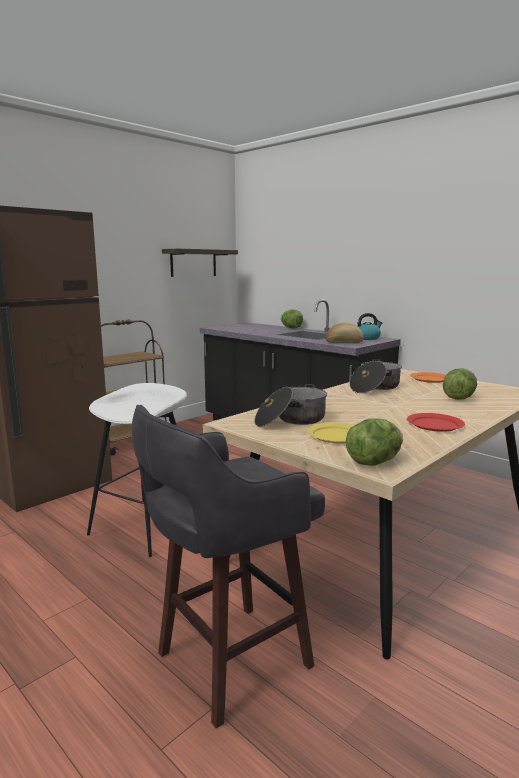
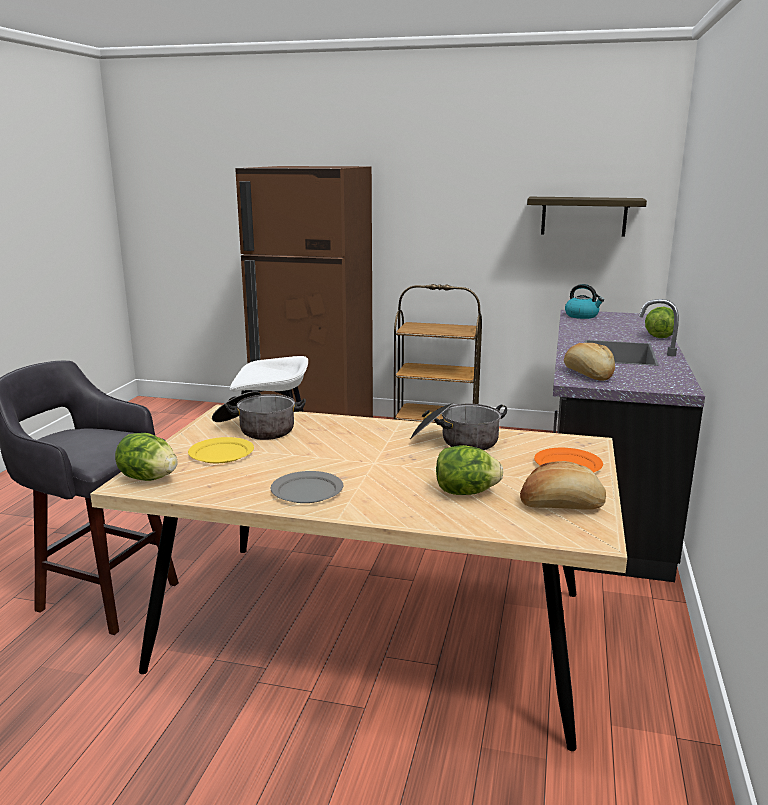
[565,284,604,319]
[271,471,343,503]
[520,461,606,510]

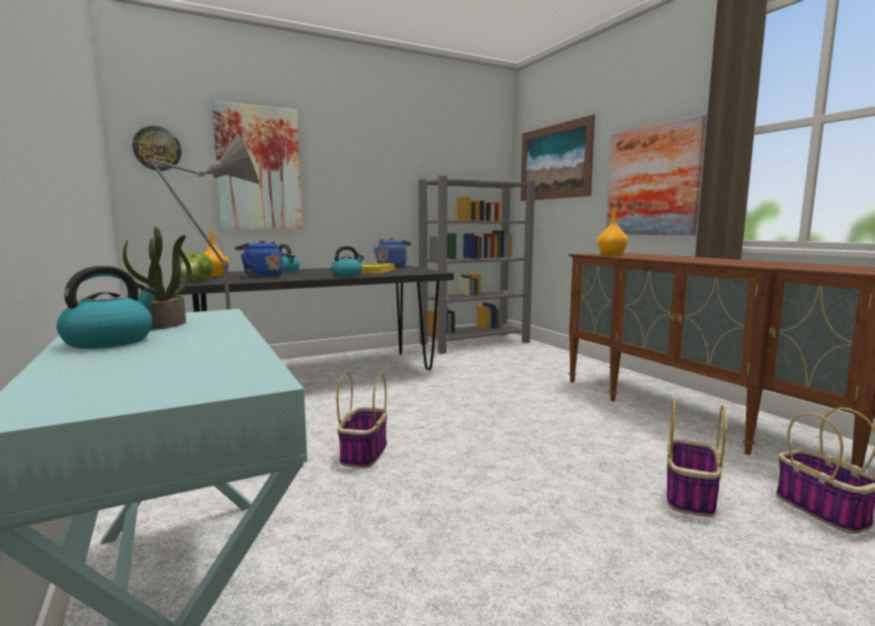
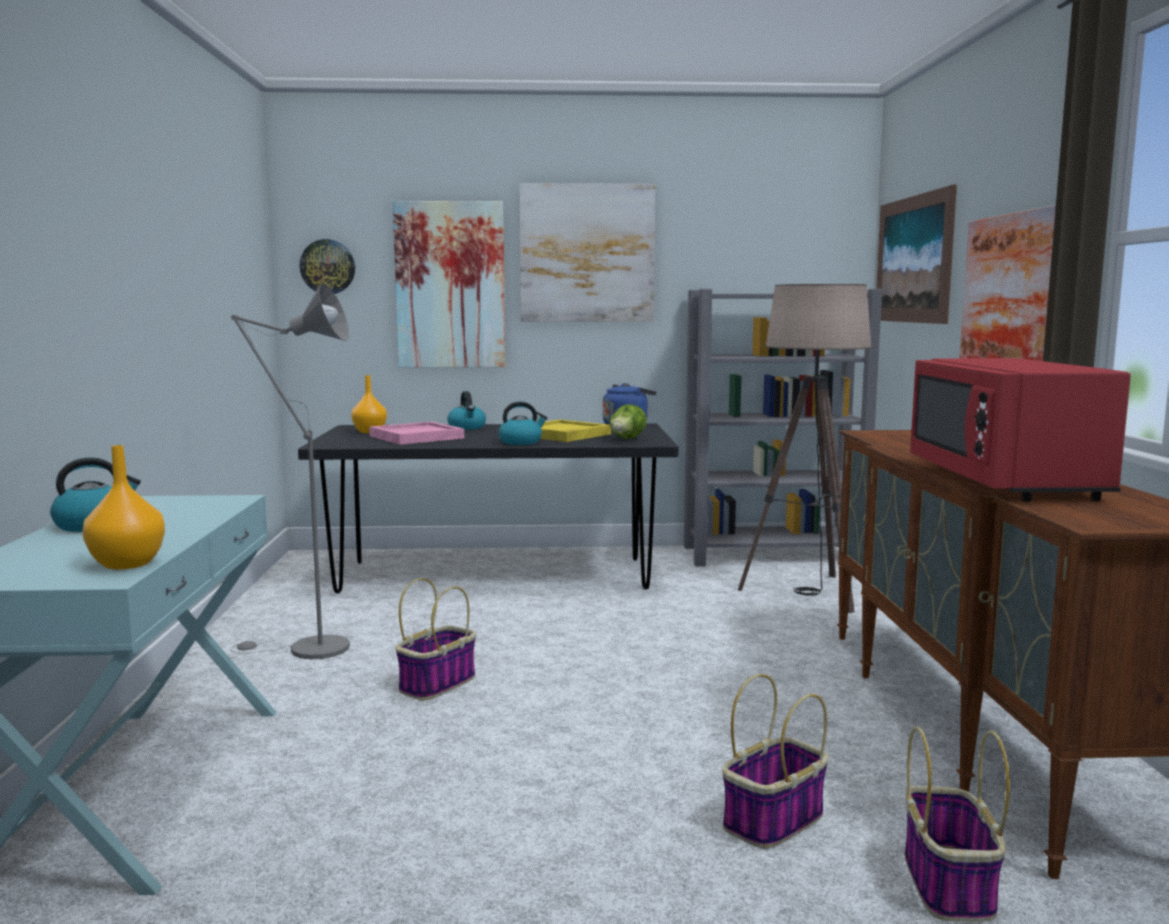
[123,227,192,330] (first image)
[609,404,647,439]
[369,421,464,445]
[82,445,165,570]
[519,183,655,322]
[738,284,872,613]
[910,358,1131,501]

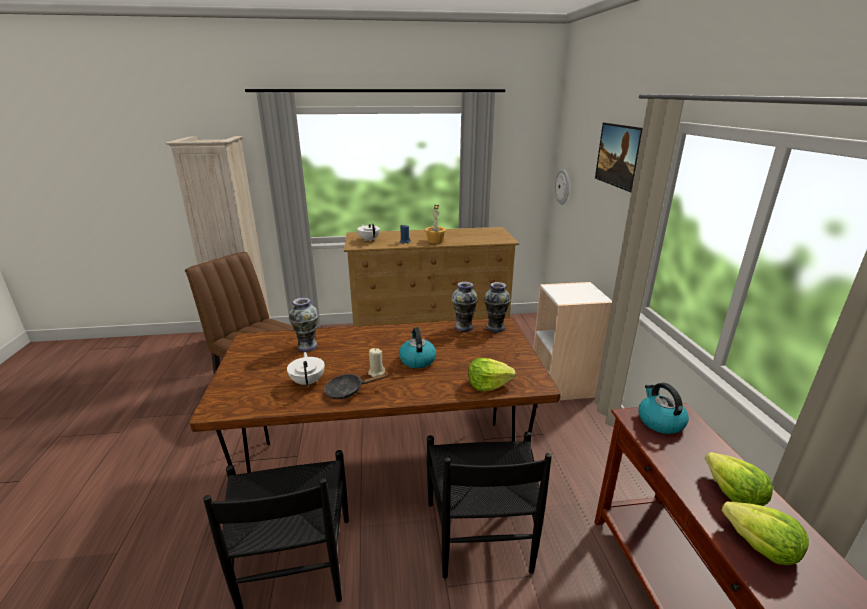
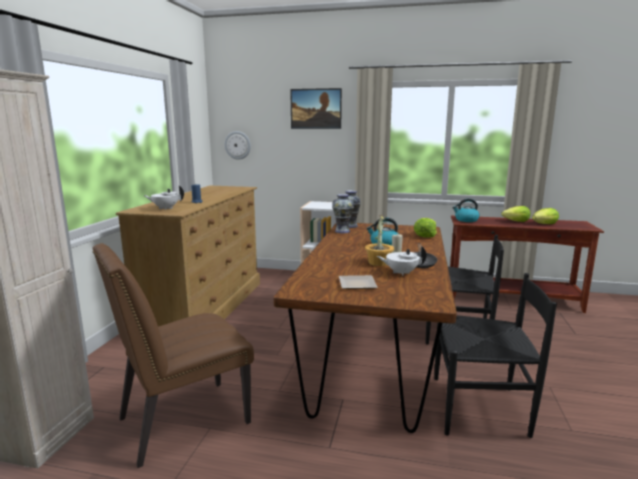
[289,298,319,352] (first image)
[365,215,394,266]
[339,275,378,289]

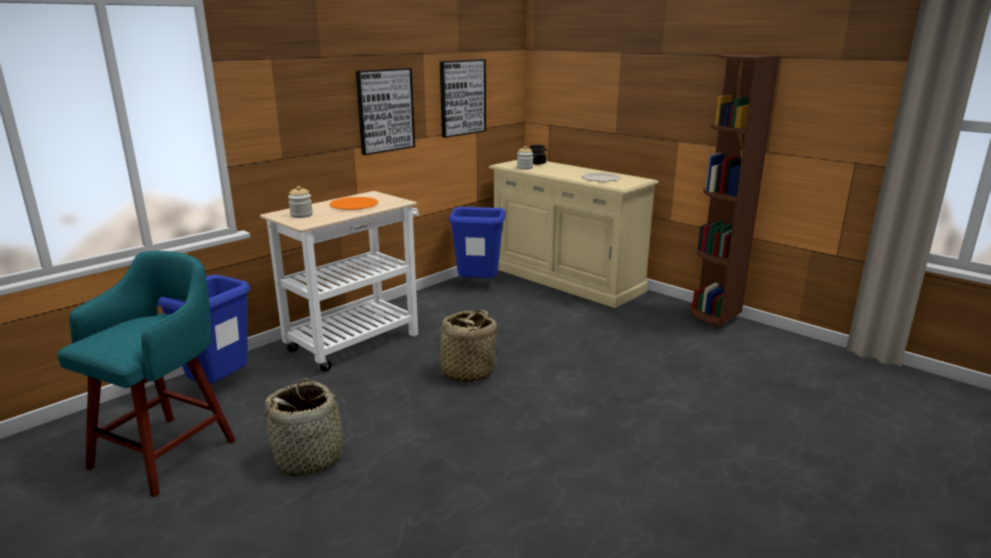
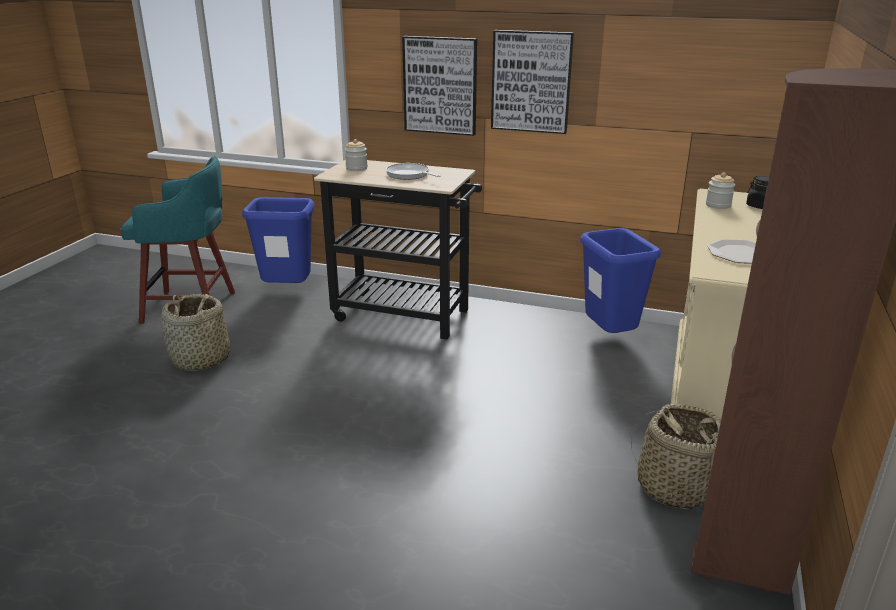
[314,160,482,340]
[386,163,441,180]
[631,404,721,509]
[402,36,477,136]

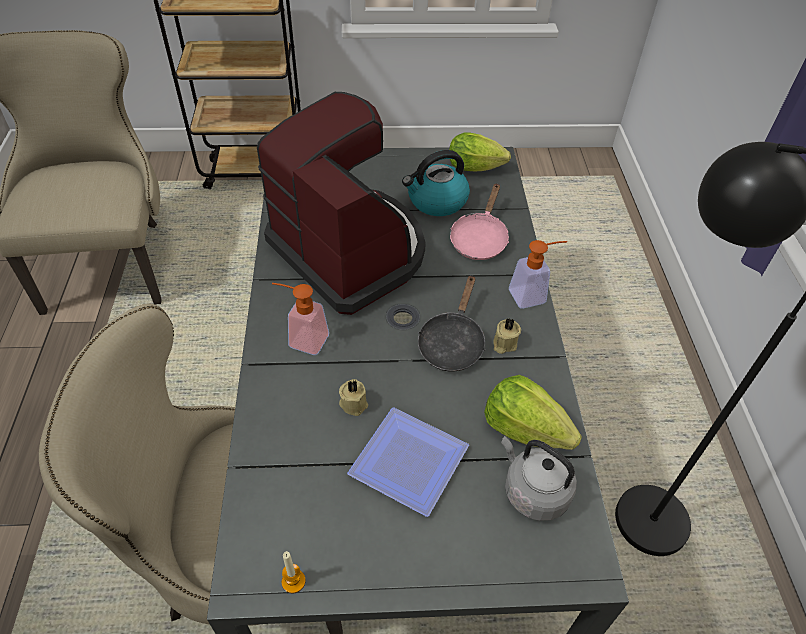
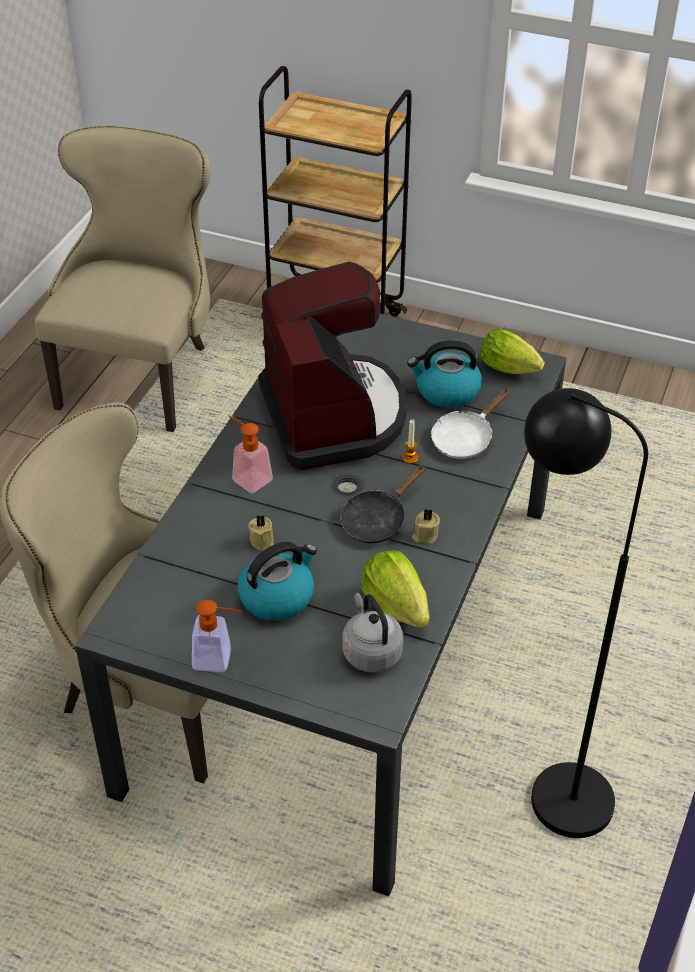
[402,420,419,464]
[237,541,317,621]
[431,388,510,459]
[192,600,242,672]

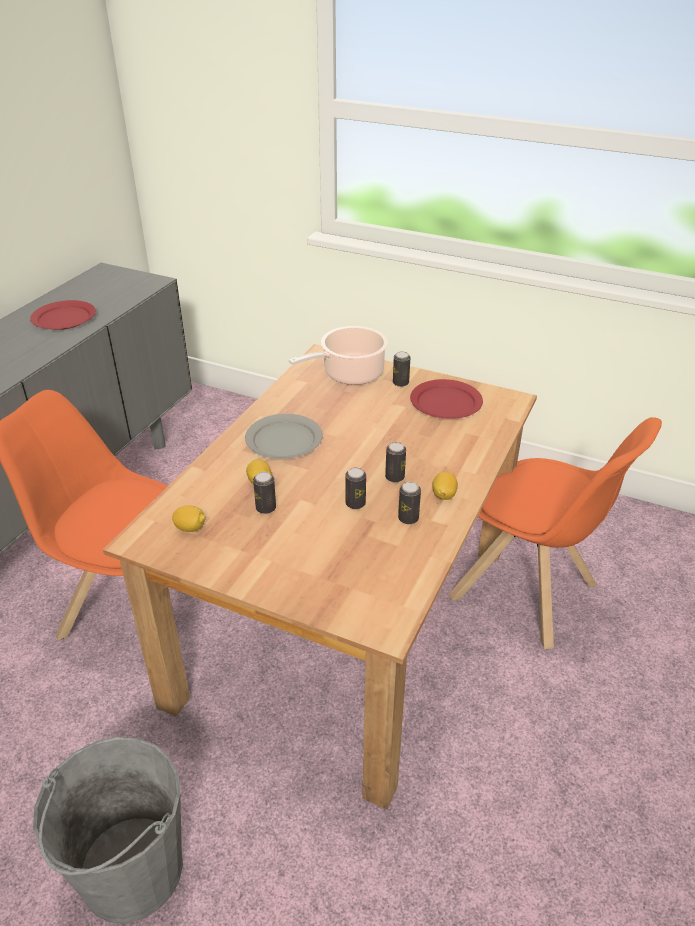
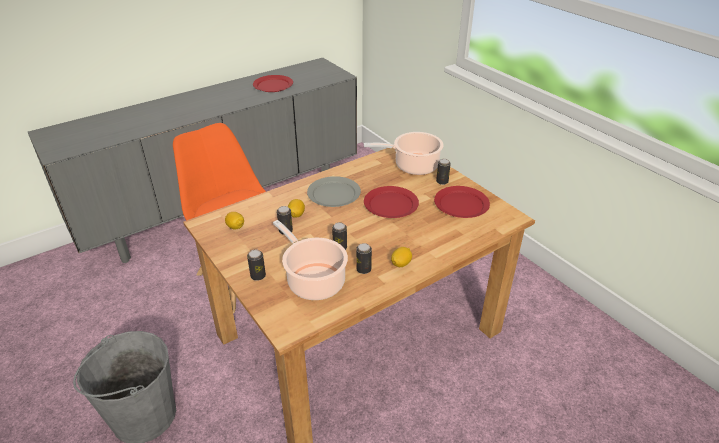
[247,249,266,281]
[449,417,662,649] (first image)
[273,220,348,300]
[364,186,419,218]

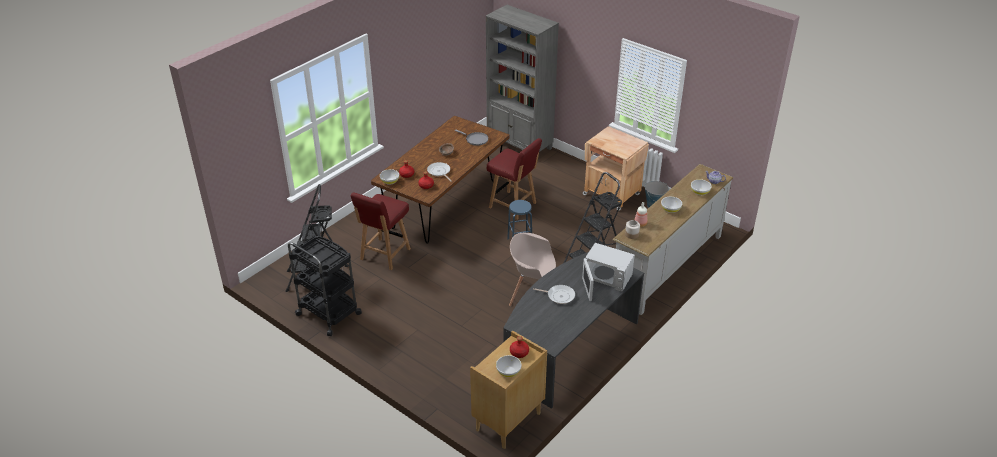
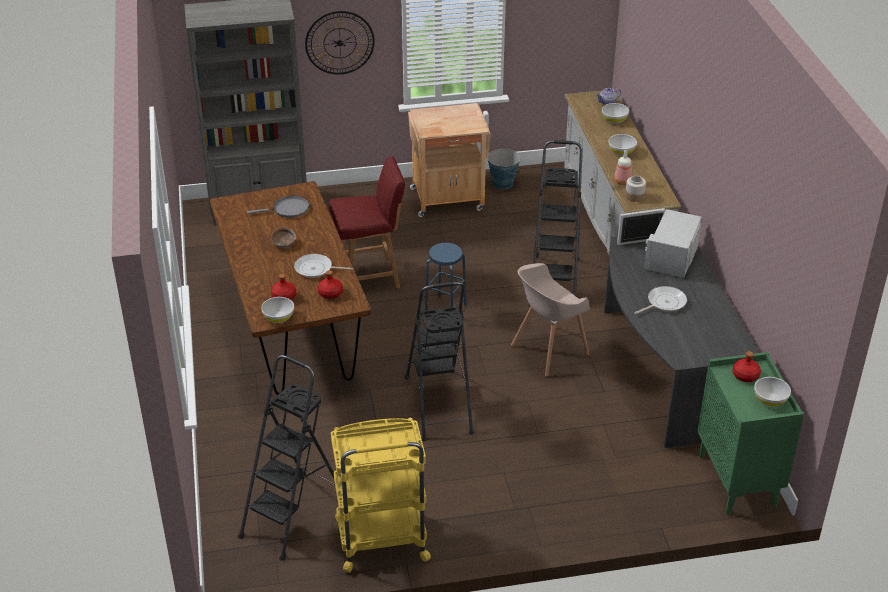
[331,418,431,573]
[350,192,411,270] (first image)
[697,352,804,515]
[617,208,702,278]
[305,11,375,75]
[405,282,475,441]

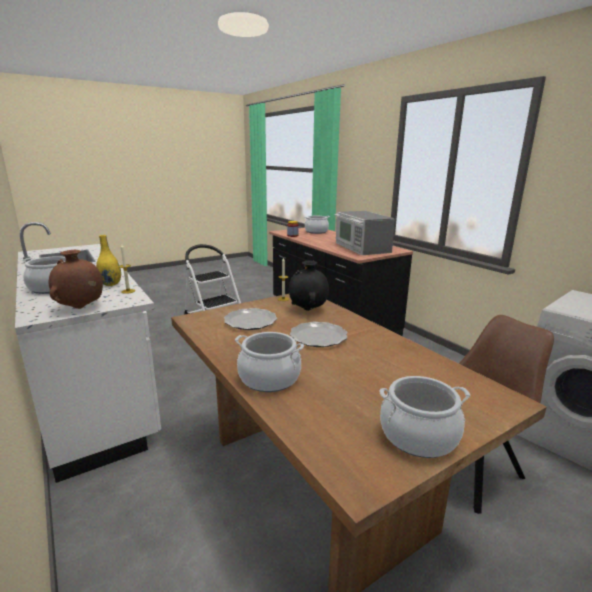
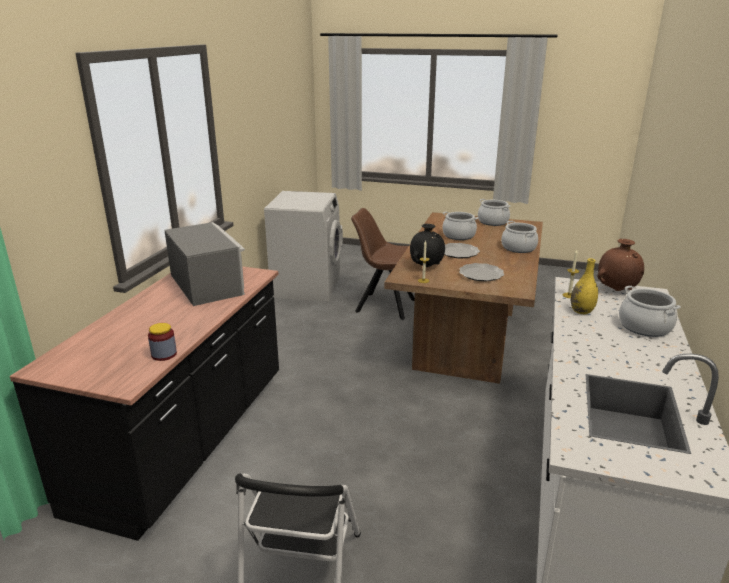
[442,212,478,240]
[164,222,245,306]

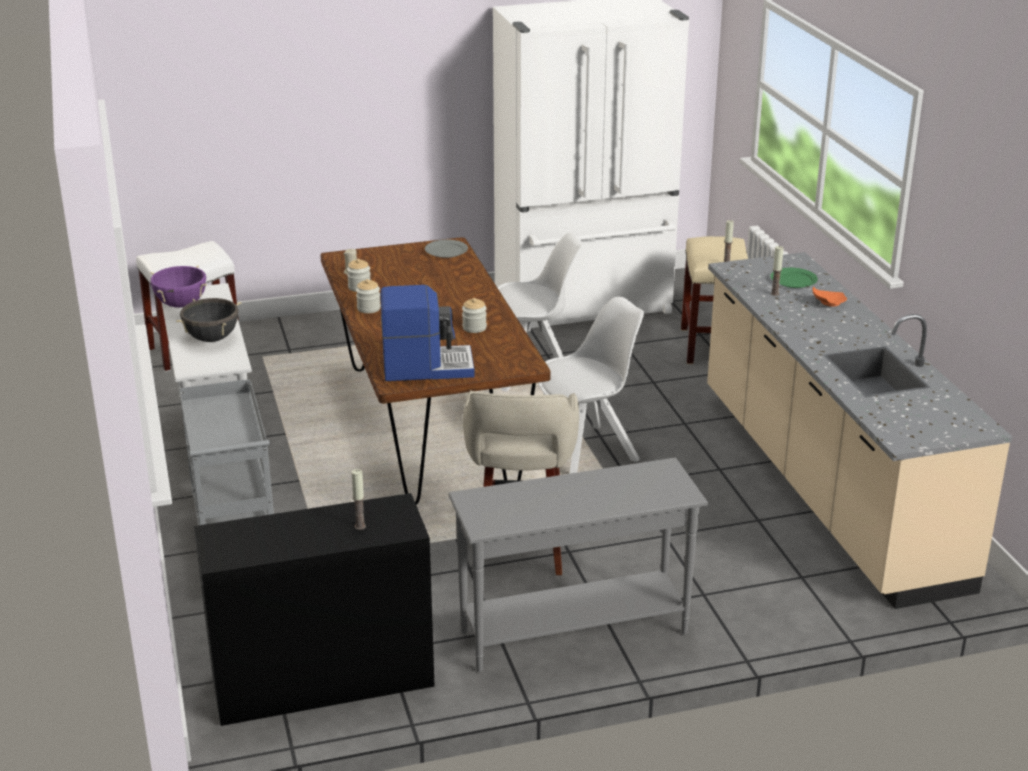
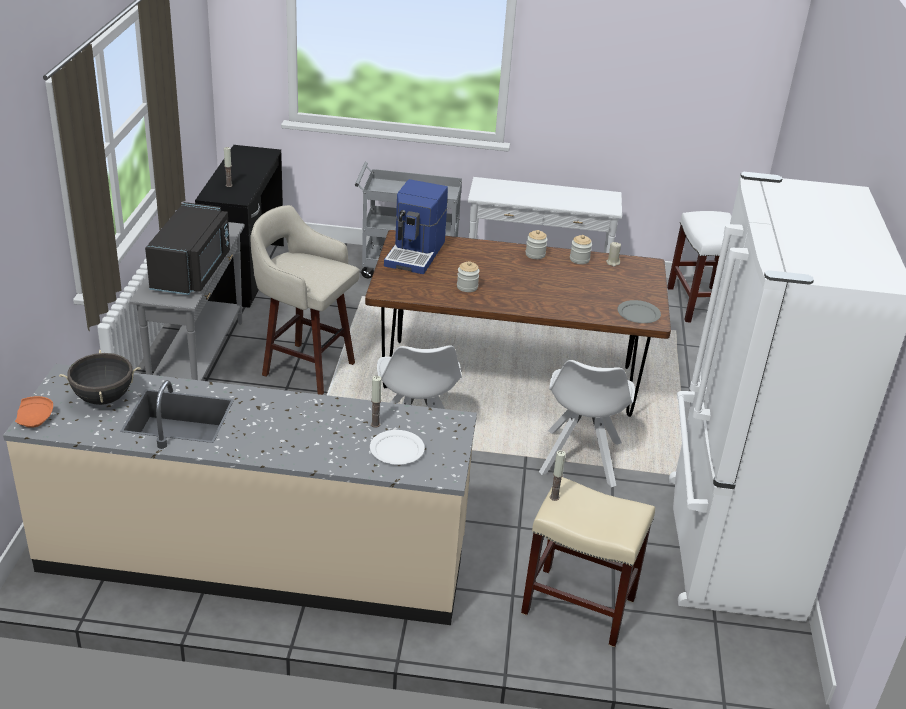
[150,265,207,308] (first image)
[59,350,140,405]
[370,430,425,465]
[15,396,53,428]
[145,202,230,295]

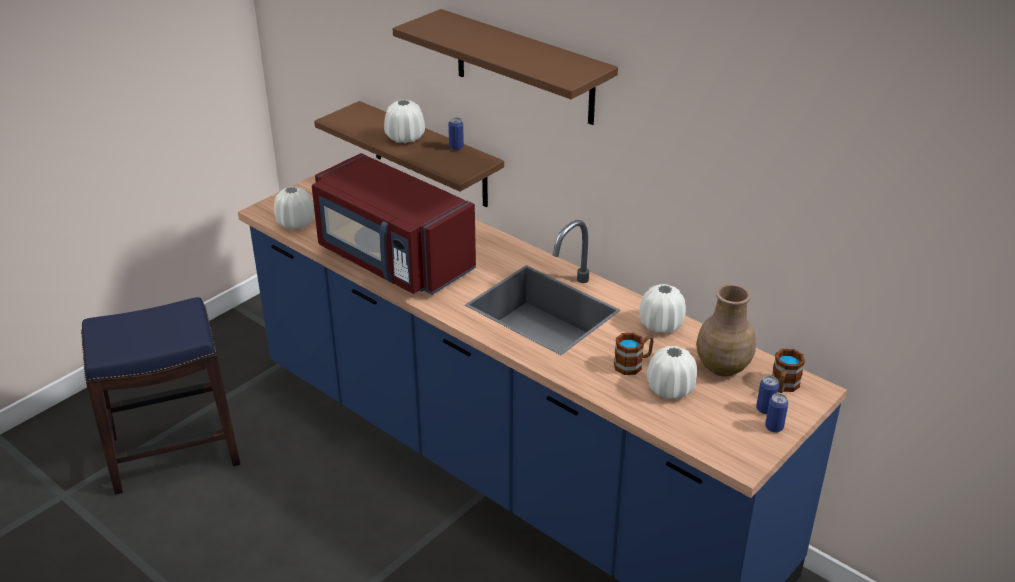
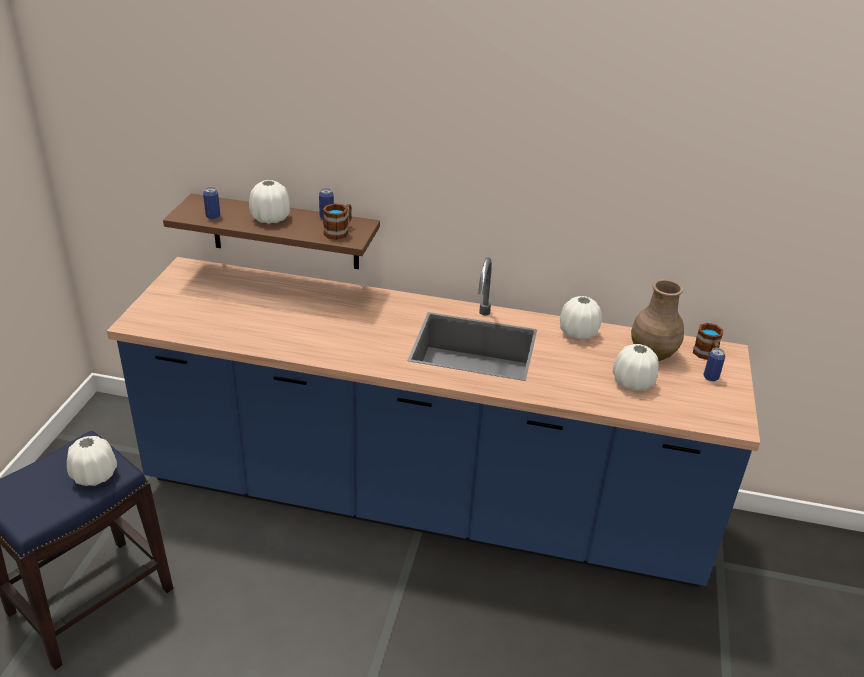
[67,436,117,486]
[312,153,476,295] (first image)
[393,9,618,125] (first image)
[323,203,352,240]
[203,187,220,220]

